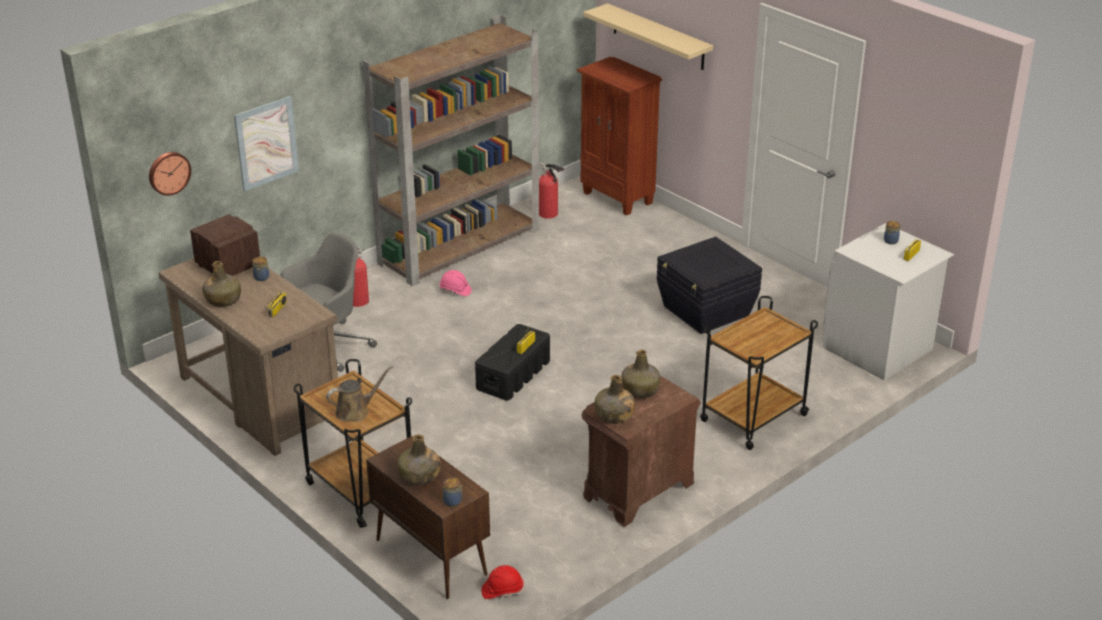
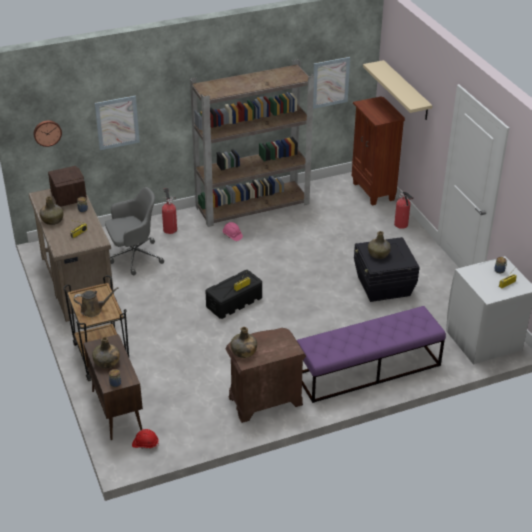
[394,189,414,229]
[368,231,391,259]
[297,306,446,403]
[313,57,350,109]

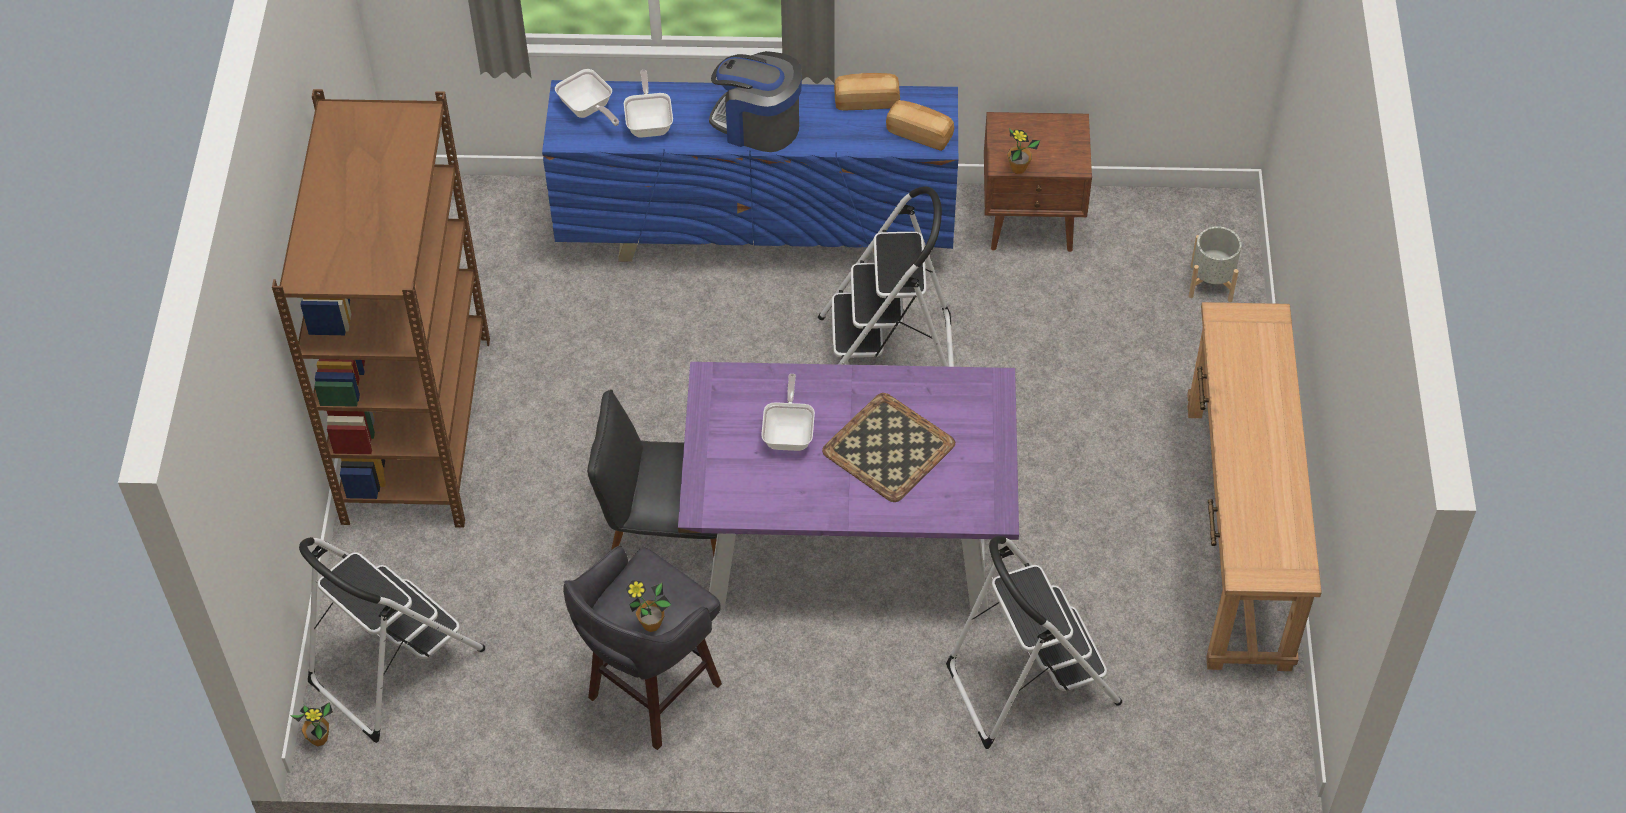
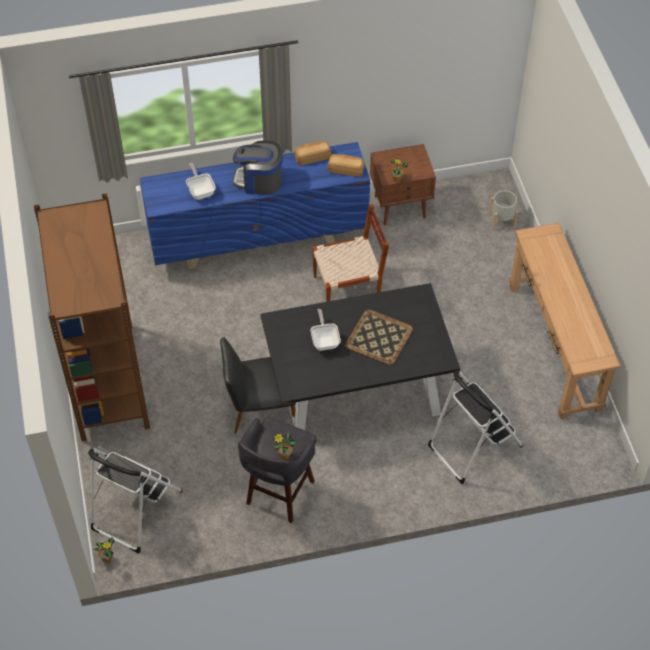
[555,69,619,126] (first image)
[260,283,460,430]
[312,204,389,302]

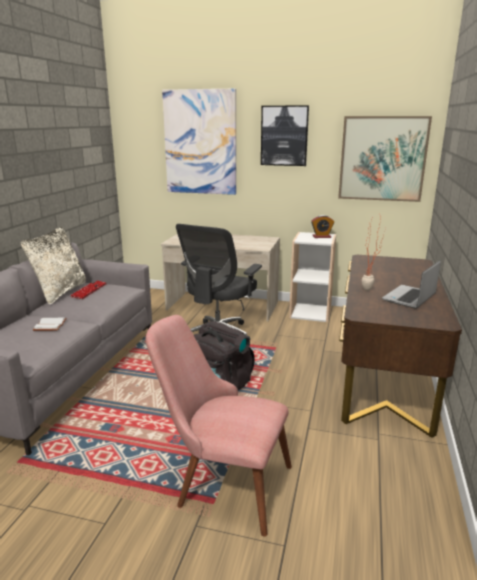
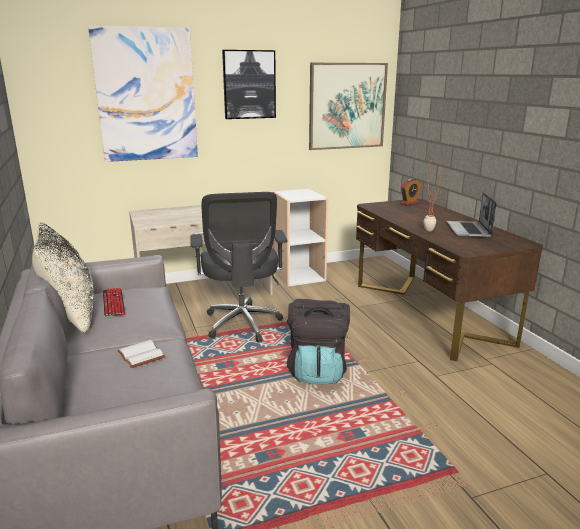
[146,315,292,537] (first image)
[400,179,421,206]

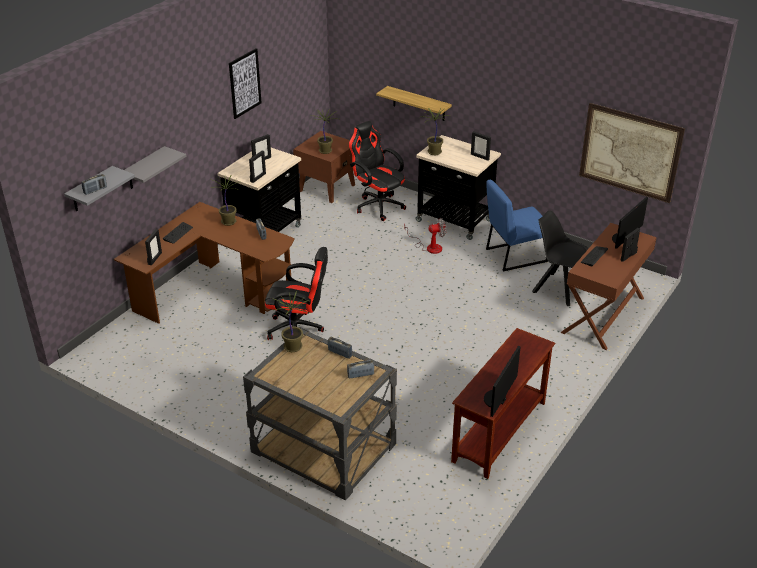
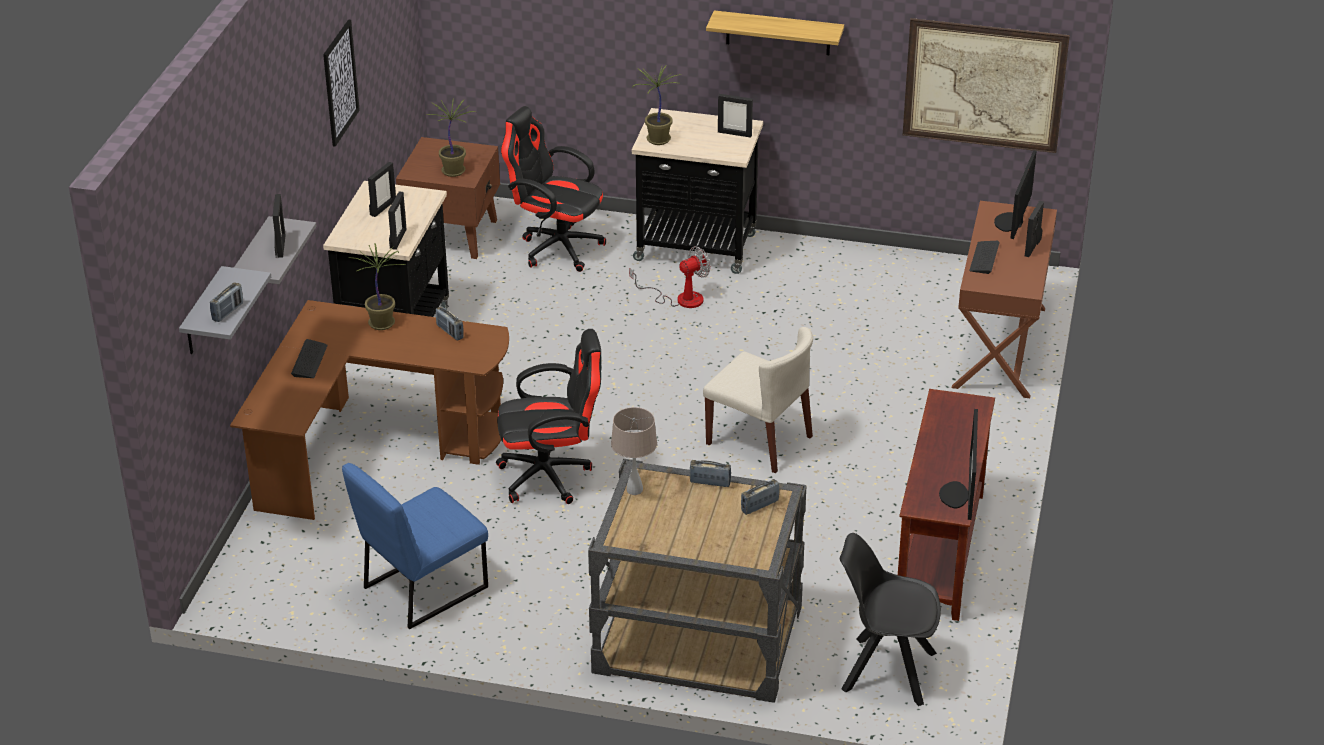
[273,194,286,258]
[611,407,657,495]
[706,10,844,55]
[342,463,488,629]
[840,533,941,706]
[703,327,813,473]

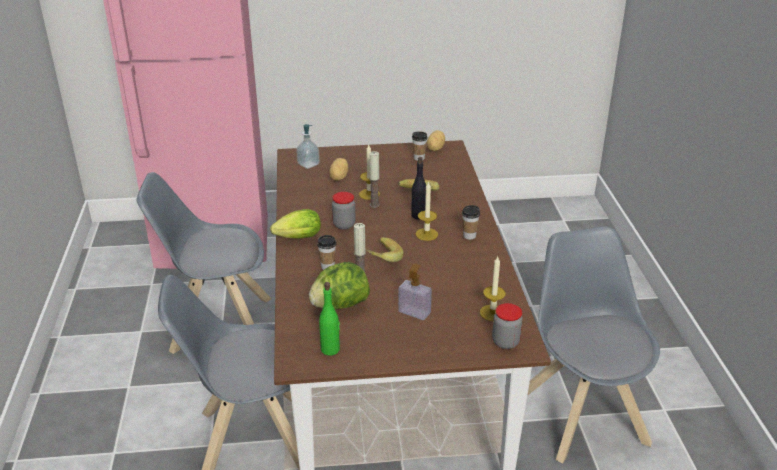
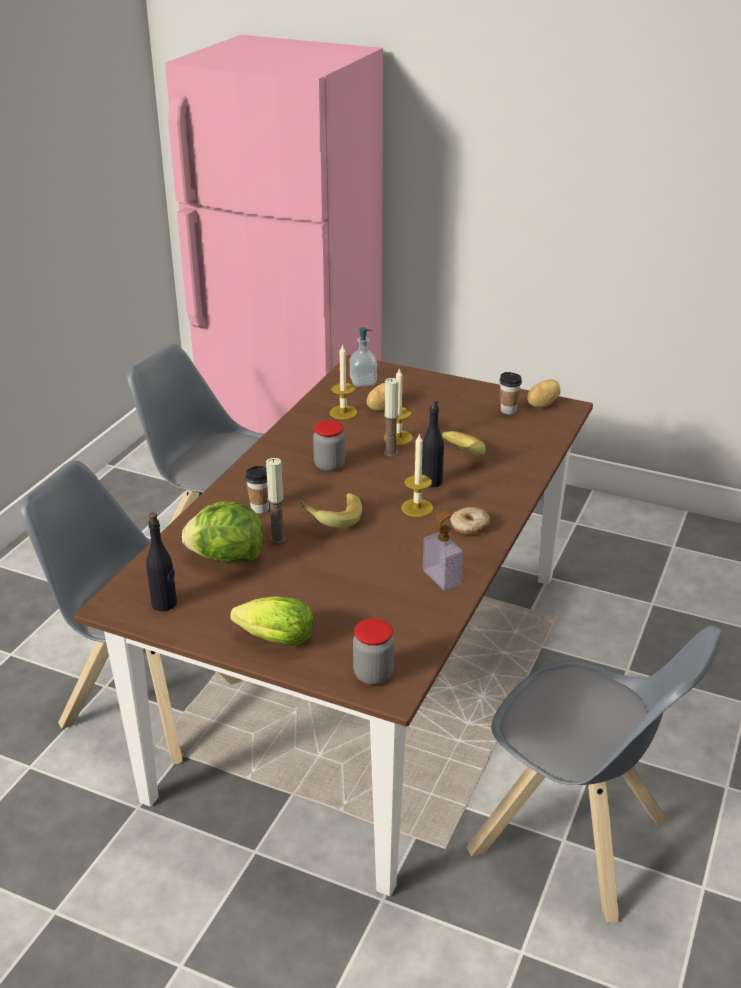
[230,596,313,646]
[146,512,177,611]
[423,511,463,590]
[450,507,490,535]
[330,344,358,420]
[466,625,722,923]

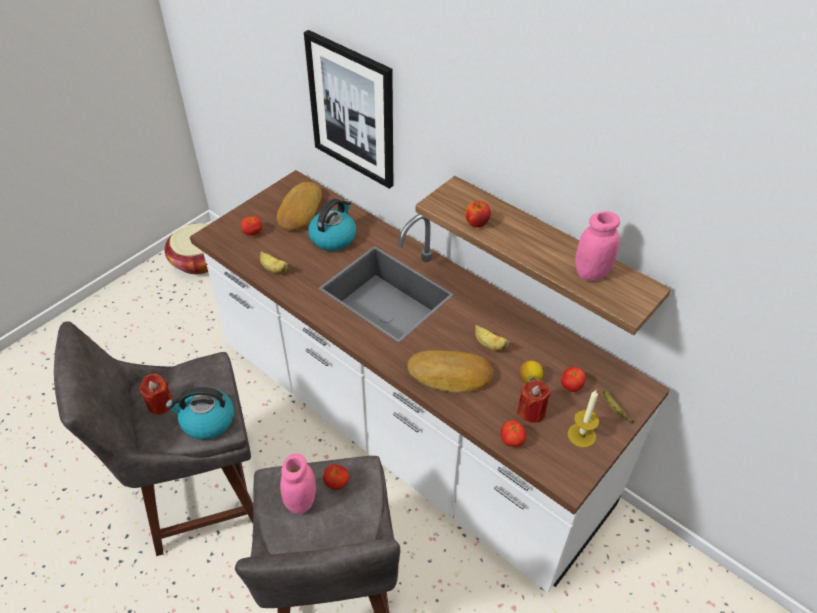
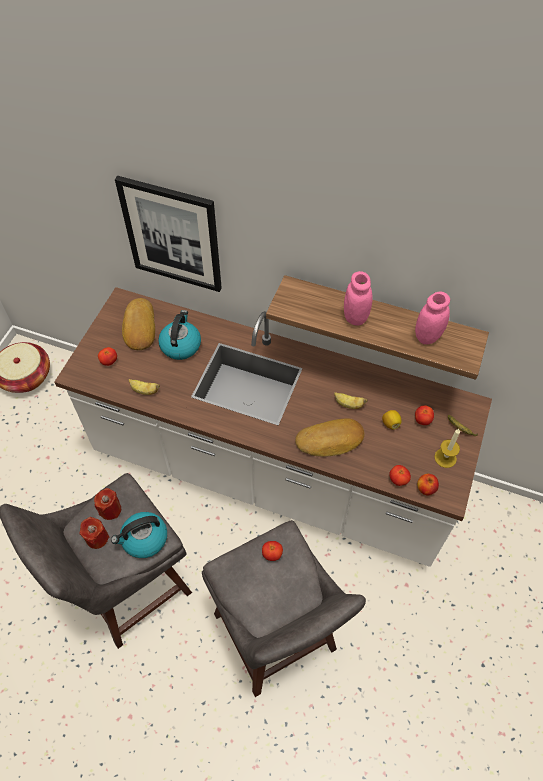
[344,271,372,326]
[417,474,439,495]
[94,488,121,520]

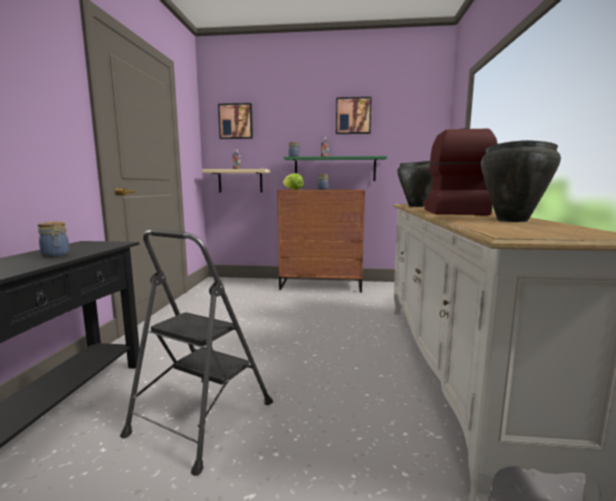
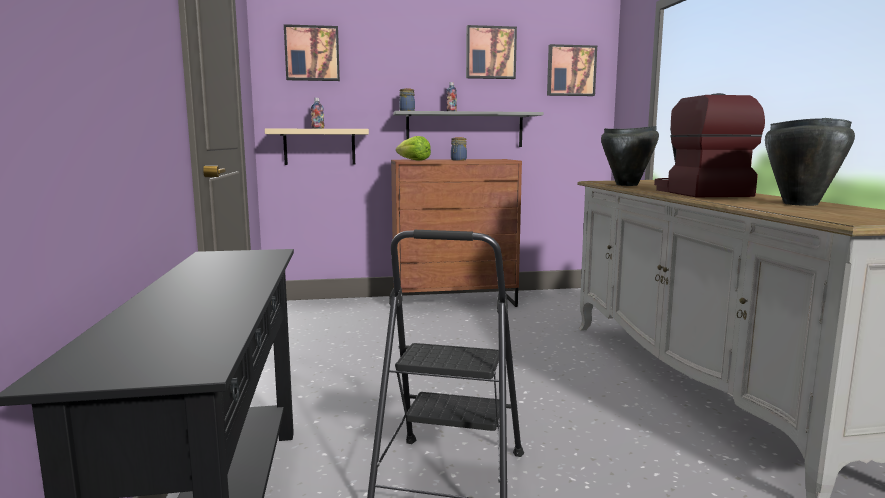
[38,222,70,257] (first image)
[393,111,543,147]
[547,44,597,96]

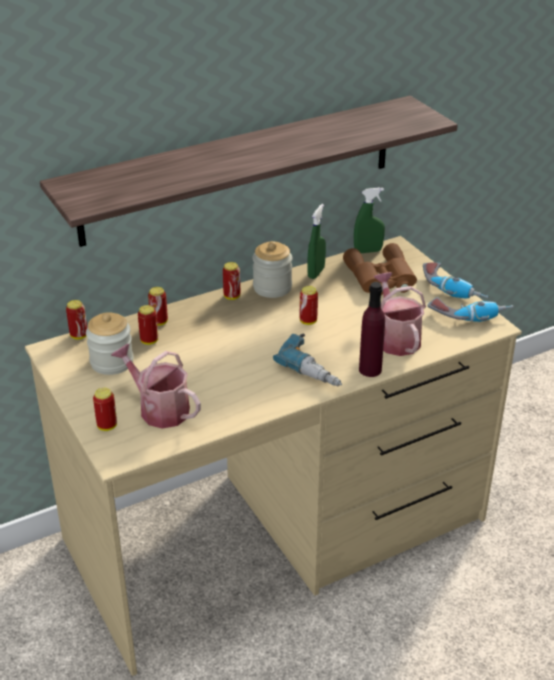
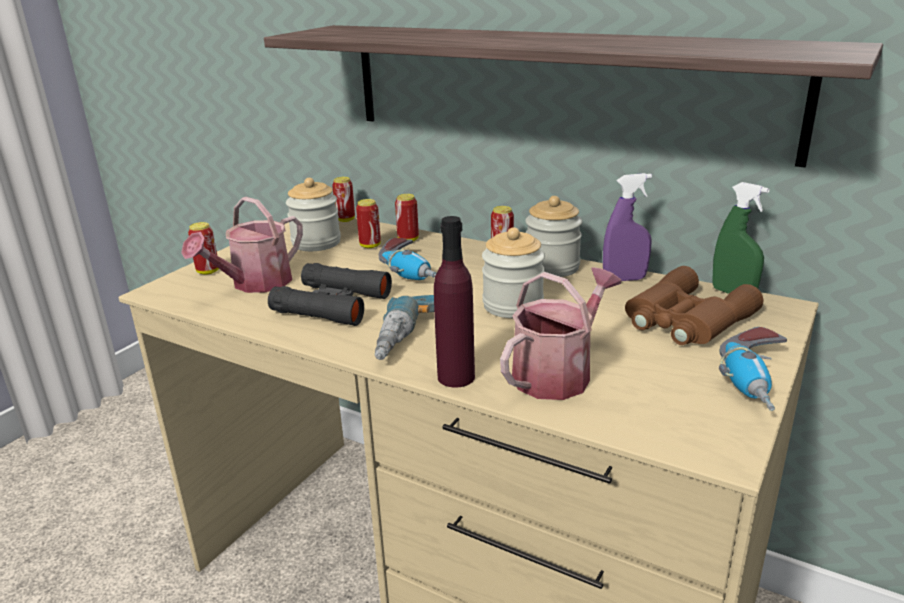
[181,197,303,293]
[482,227,545,318]
[603,173,652,281]
[379,238,436,280]
[268,263,392,326]

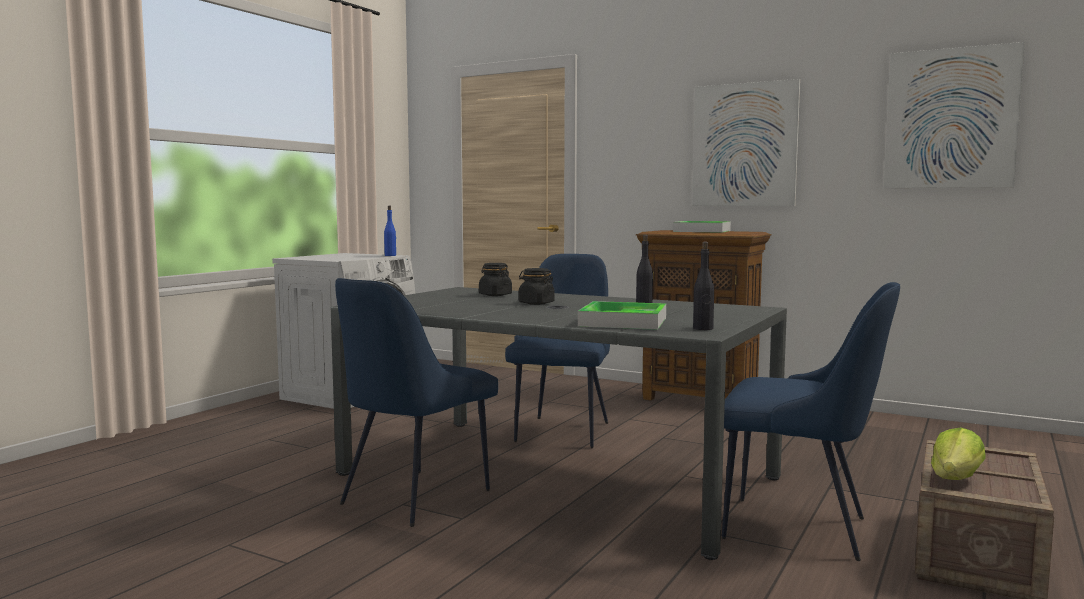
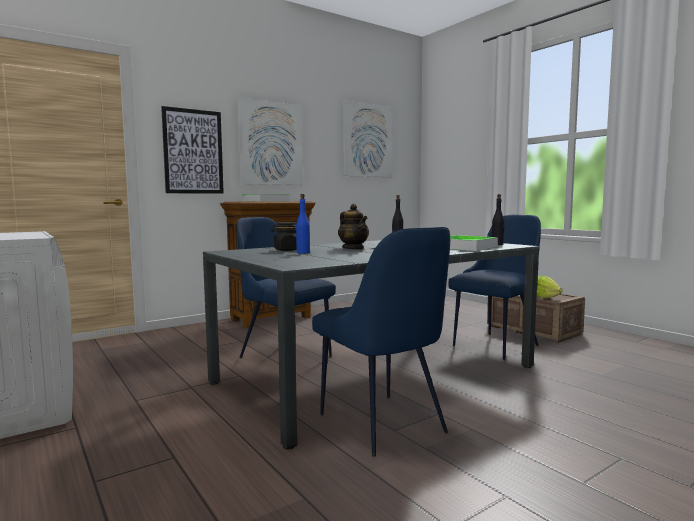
[296,194,310,254]
[338,204,369,249]
[161,106,224,194]

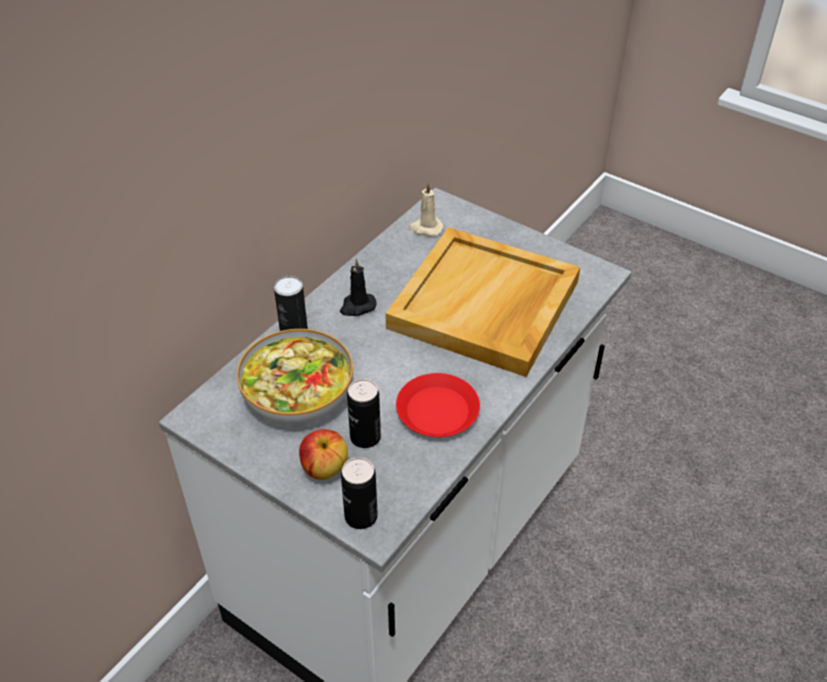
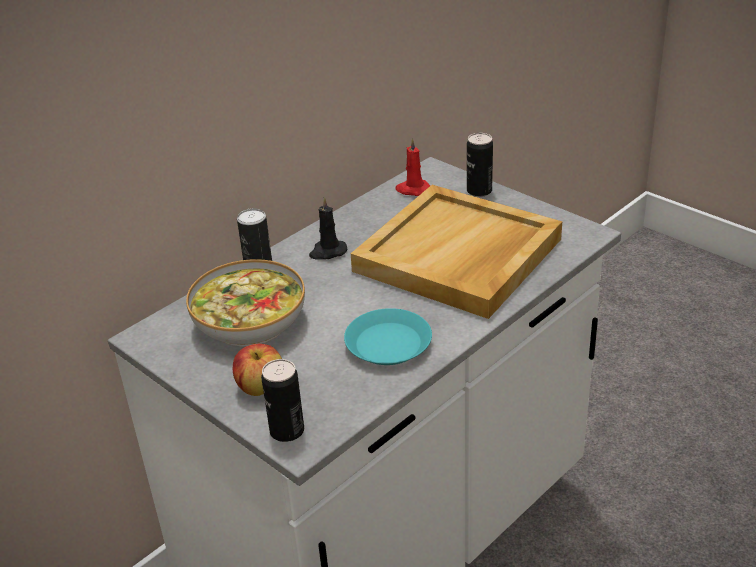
[467,133,493,197]
[344,308,432,365]
[395,138,430,196]

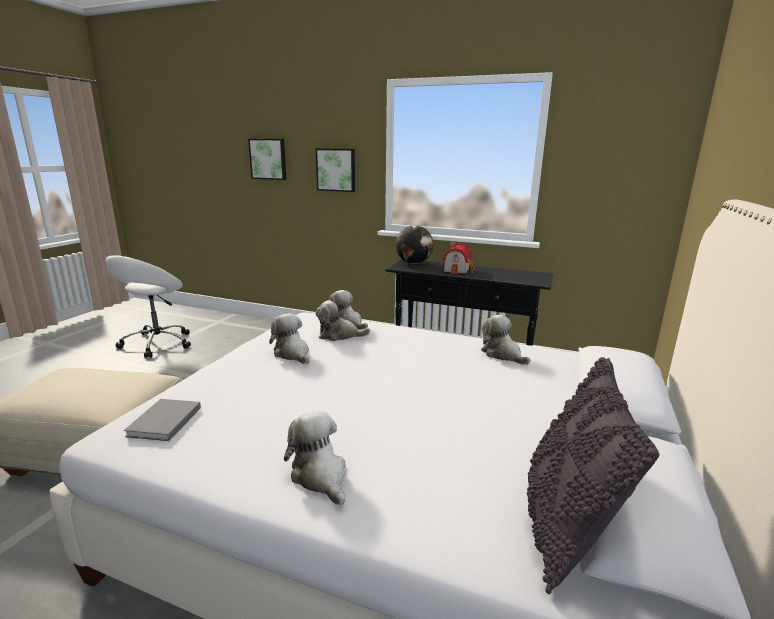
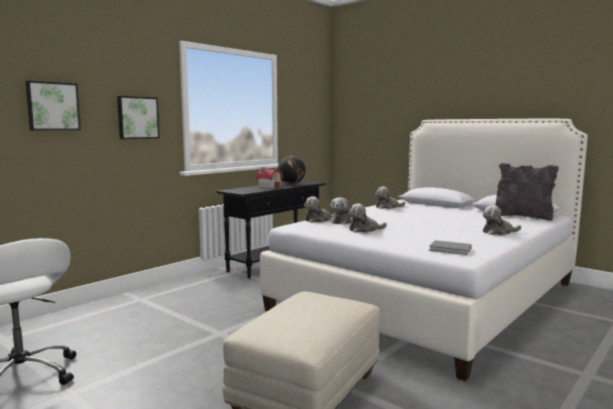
[278,156,305,184]

